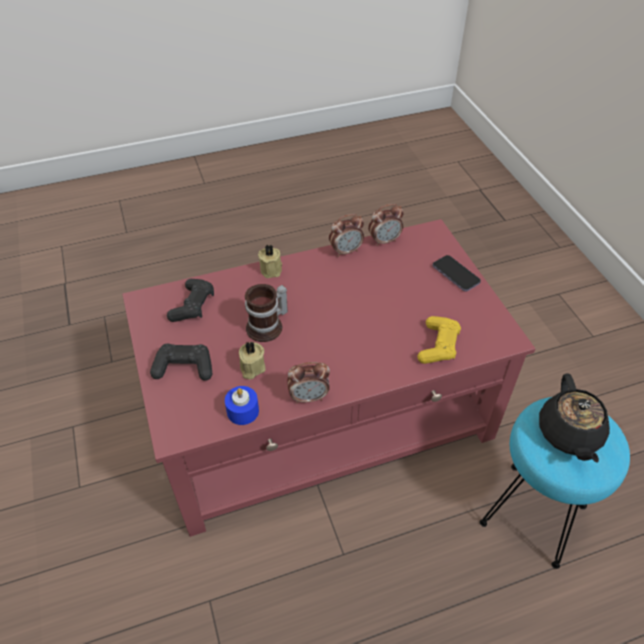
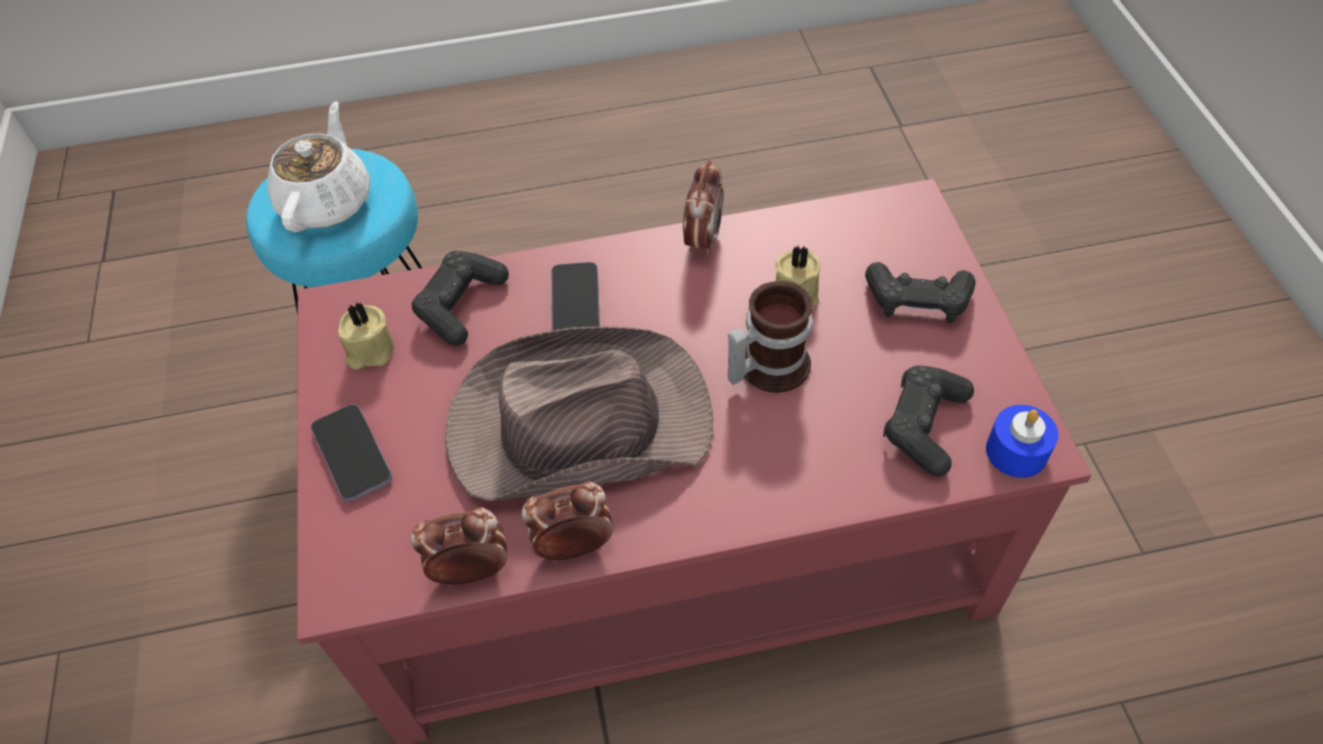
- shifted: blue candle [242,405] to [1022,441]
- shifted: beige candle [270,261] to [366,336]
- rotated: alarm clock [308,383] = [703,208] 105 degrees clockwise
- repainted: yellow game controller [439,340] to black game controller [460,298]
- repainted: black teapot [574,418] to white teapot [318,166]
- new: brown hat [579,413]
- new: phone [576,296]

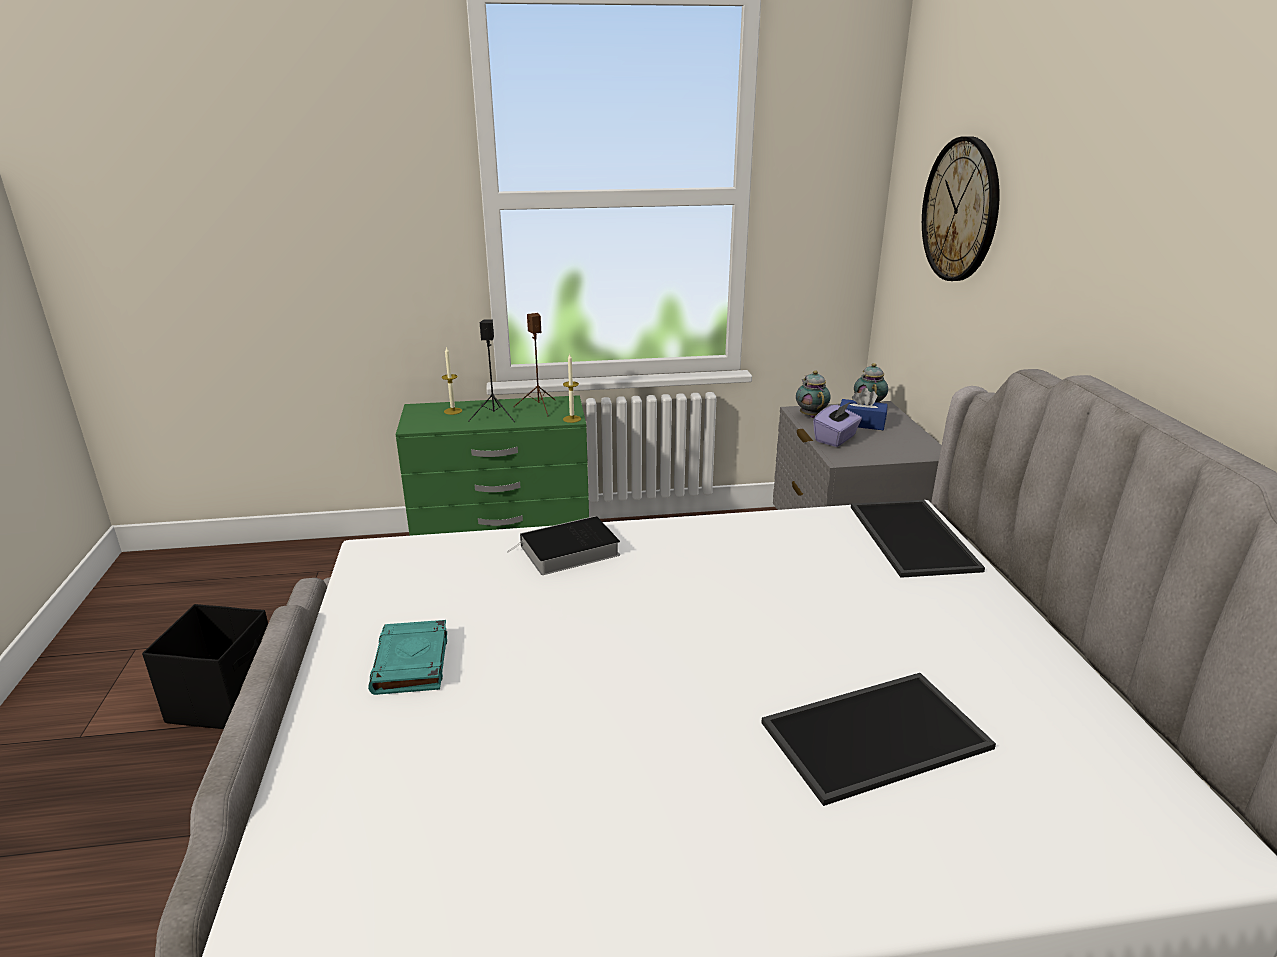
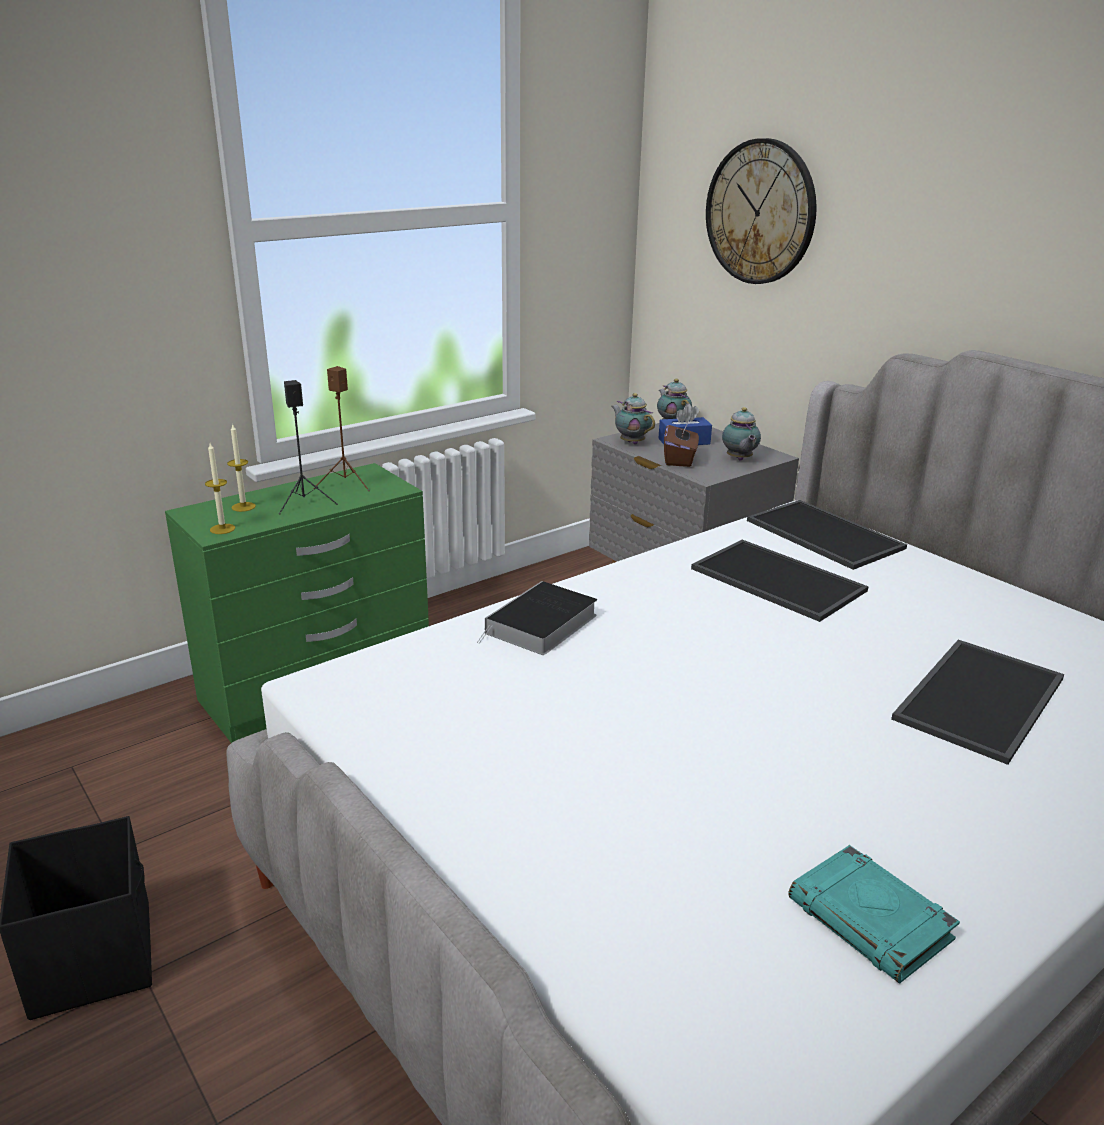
- shifted: turquoise book [407,657] to [874,914]
- shifted: candle [572,388] to [220,488]
- repainted: purple tissue box [837,424] to brown tissue box [681,443]
- new: tray [780,581]
- new: teapot [741,434]

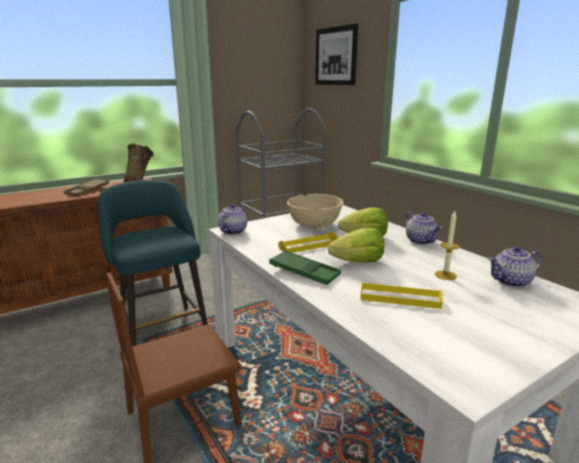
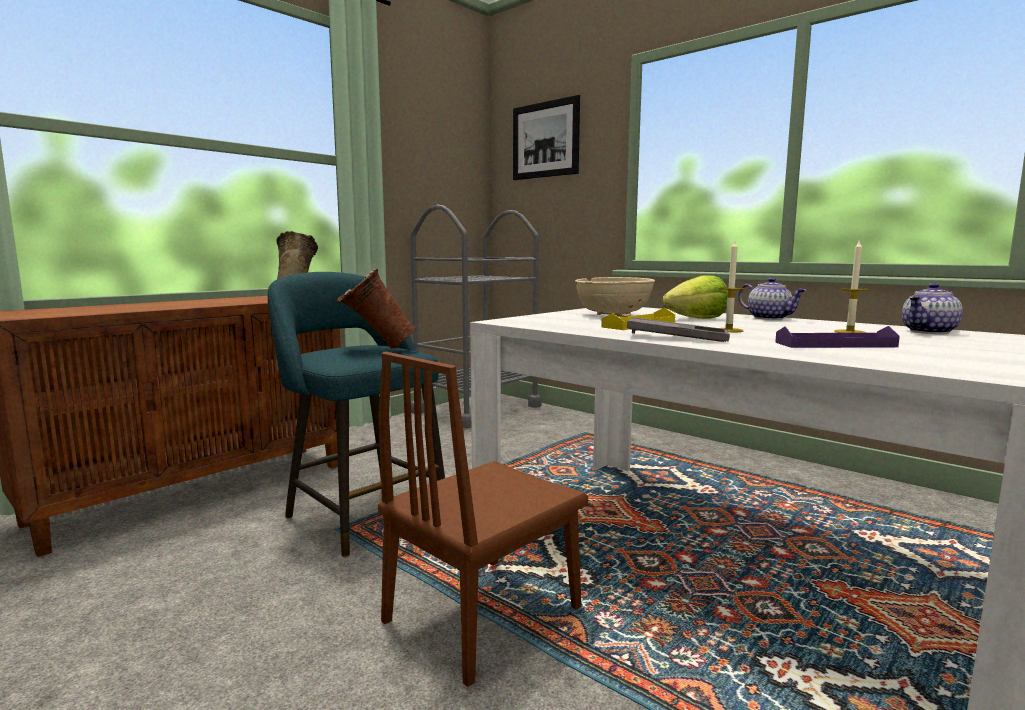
- gone: brown tray [86,187]
- gone: teapot [232,219]
- repainted: green tray [305,267] to grey tray [678,329]
- swapped: lettuce [356,245] to candle [731,286]
- repainted: yellow tray [401,295] to purple tray [837,337]
- new: brown vase [376,309]

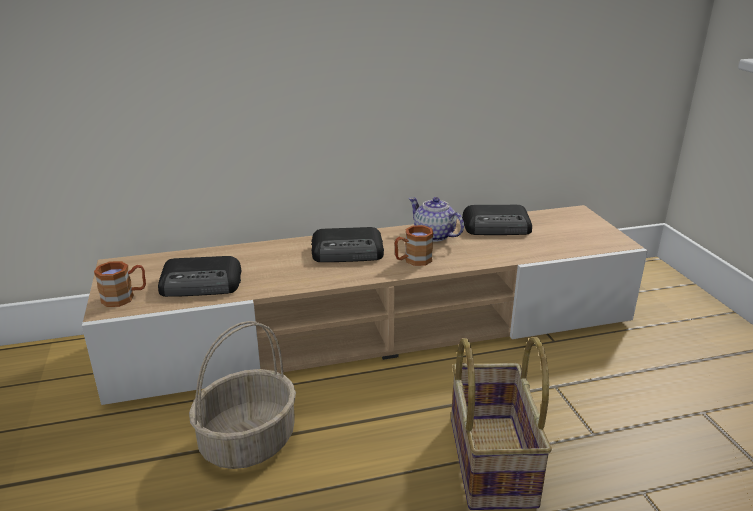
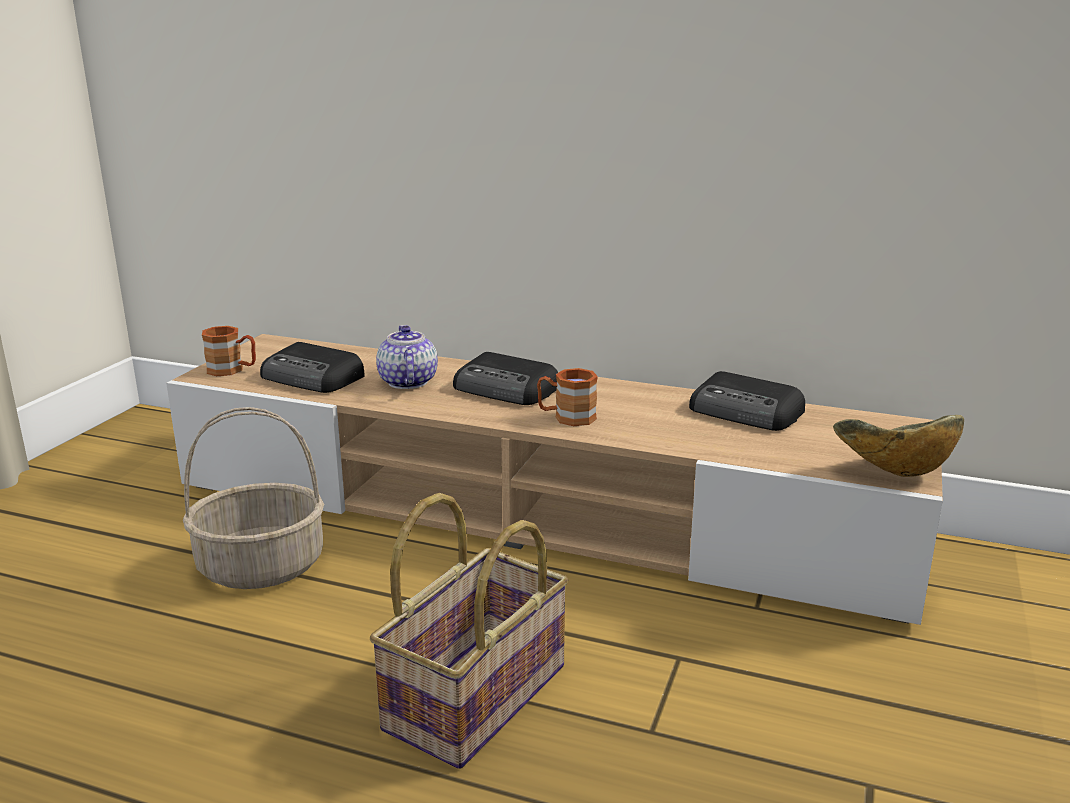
- shifted: teapot [436,219] to [407,357]
- new: bowl [898,446]

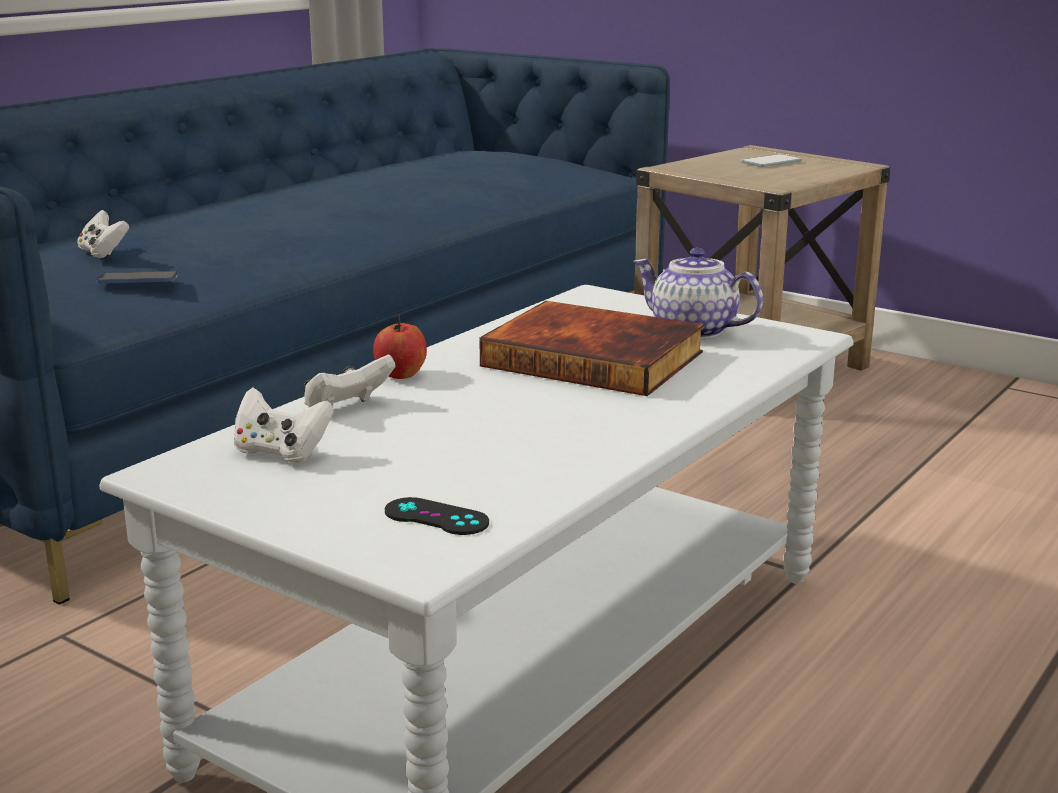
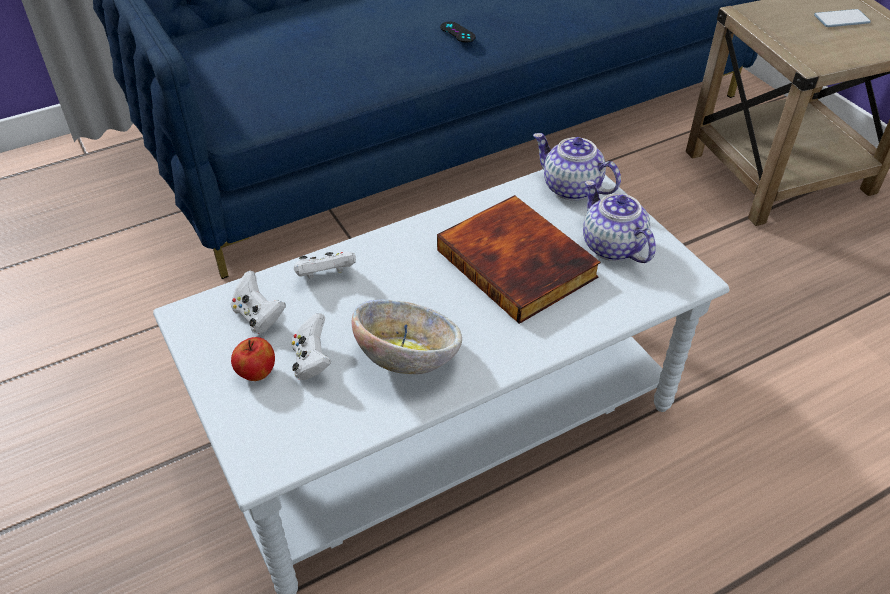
- shifted: white game controller [103,234] to [311,346]
- gone: phone [137,277]
- shifted: apple [400,347] to [253,359]
- shifted: black game controller [437,516] to [458,32]
- new: bowl [407,337]
- new: teapot [577,167]

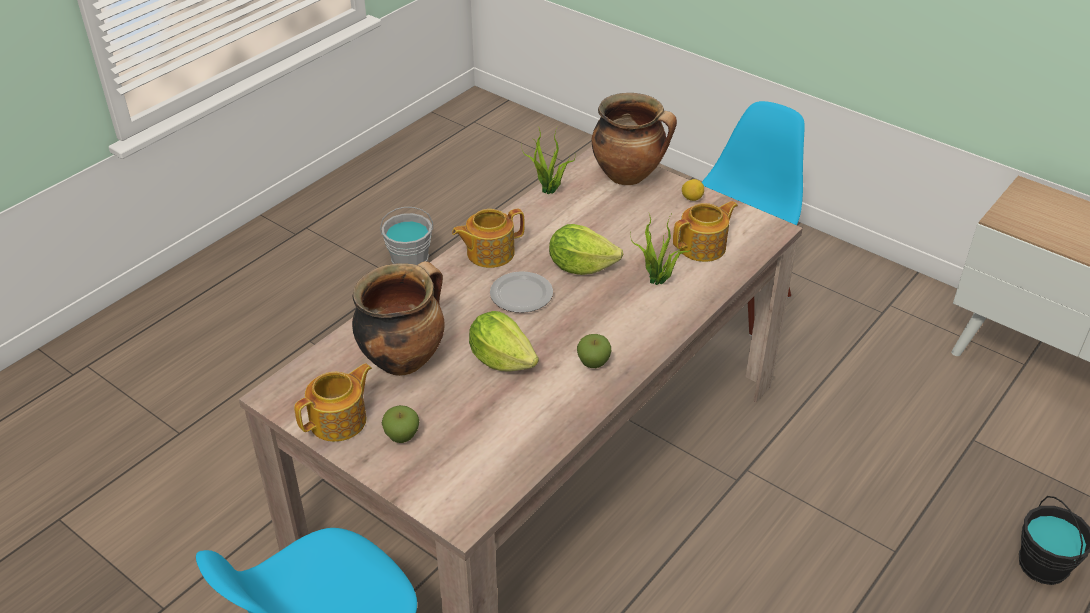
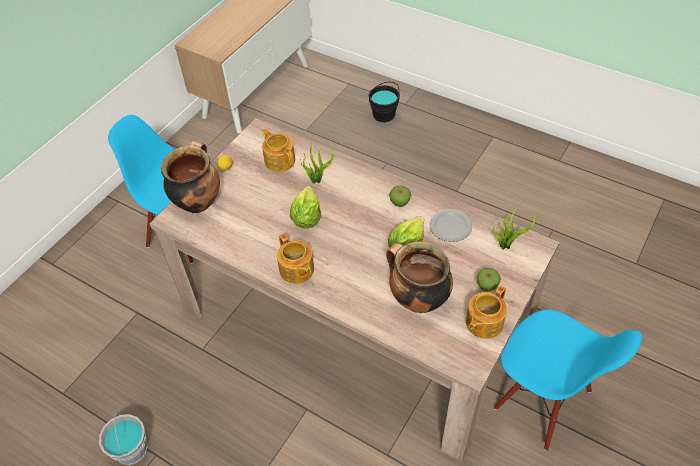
- rotated: teapot [333,402] = [486,312] 90 degrees counterclockwise
- shifted: plate [521,292] to [450,225]
- shifted: potted plant [548,160] to [518,227]

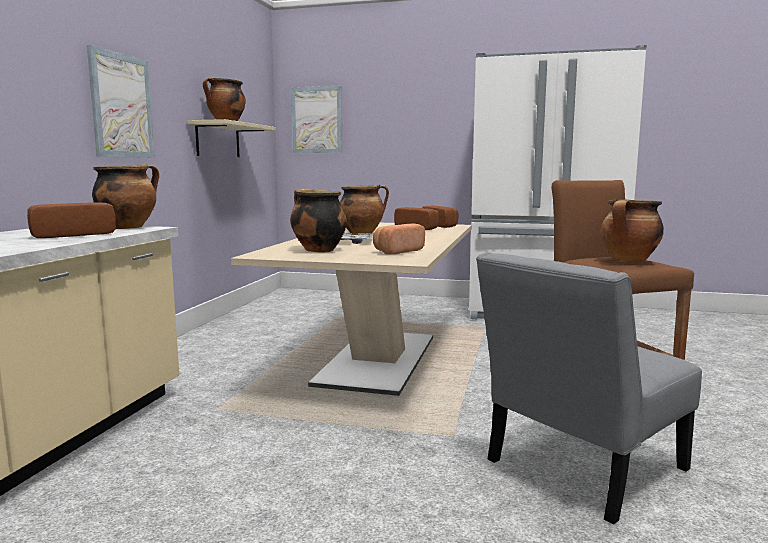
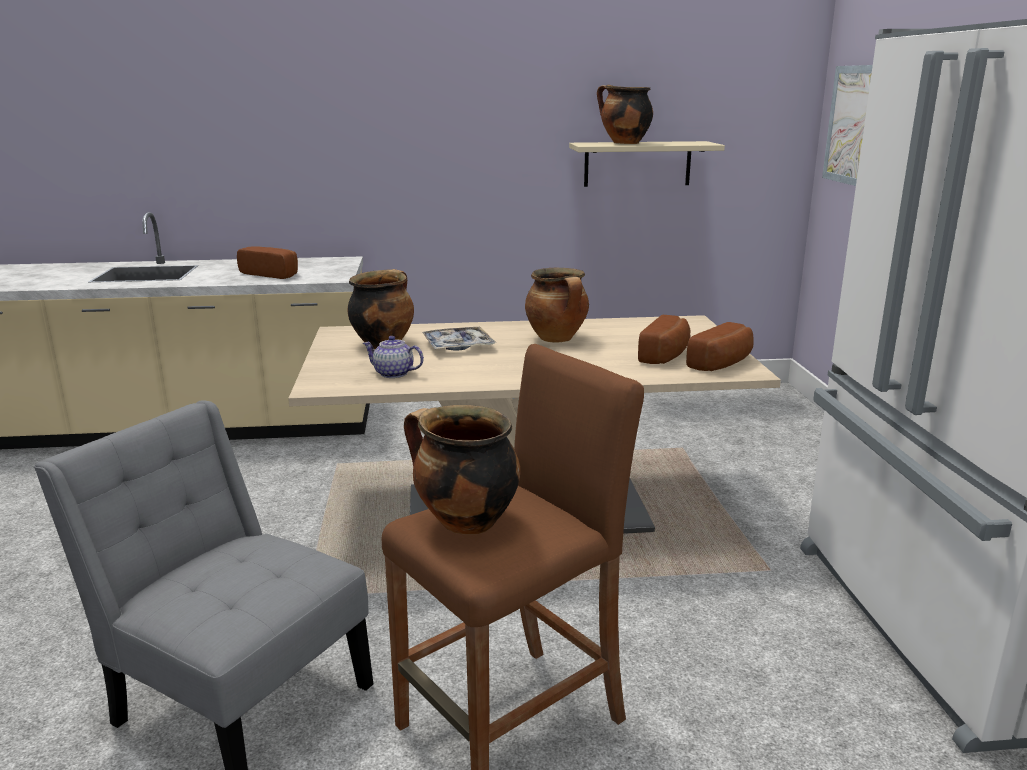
- gone: picture [121,101]
- gone: cooking pot [125,196]
- swapped: bread [399,239] to teapot [393,357]

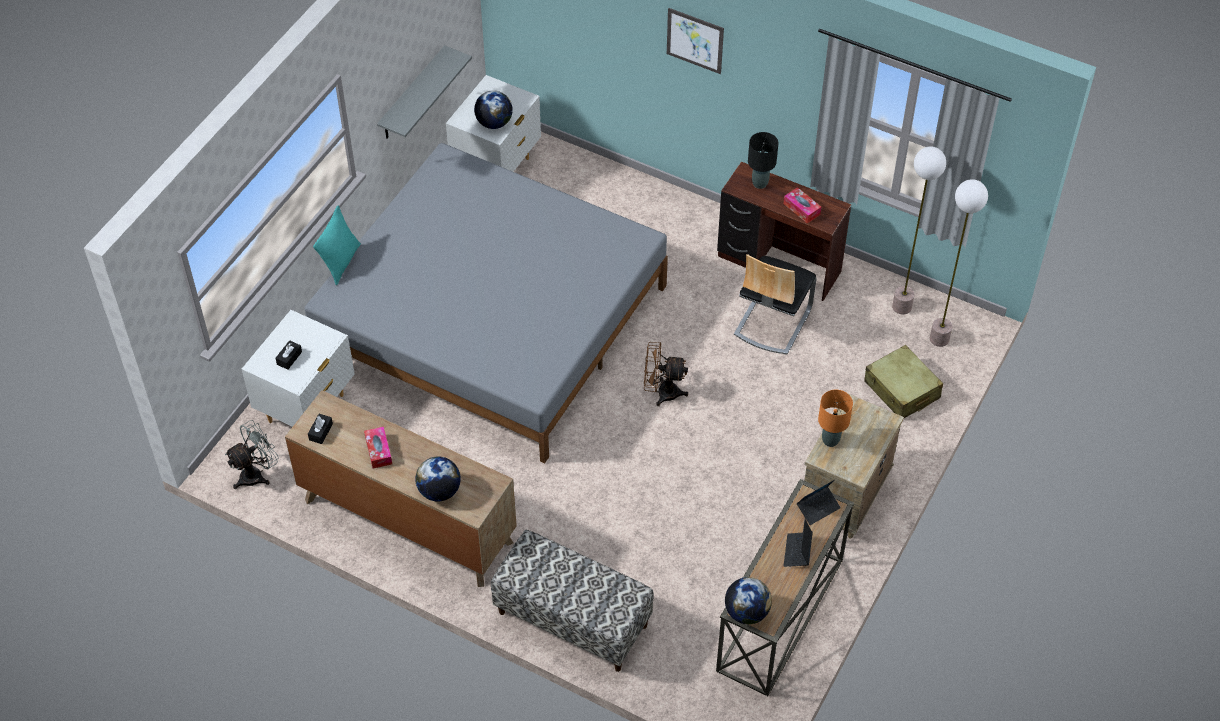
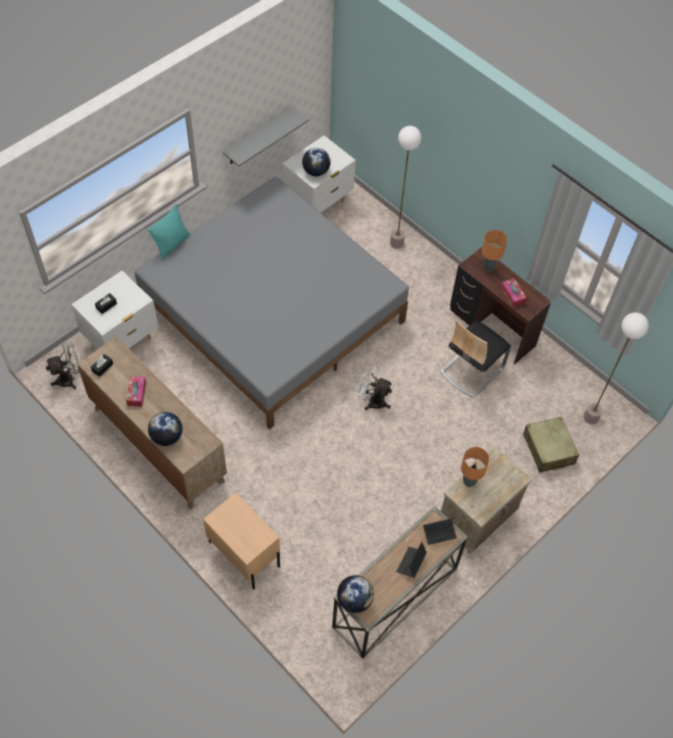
- swapped: bench [572,601] to beige nightstand [241,541]
- repainted: brown fan [666,374] to white fan [374,386]
- gone: picture [695,41]
- repainted: black table lamp [763,160] to orange table lamp [494,251]
- shifted: floor lamp [919,230] to [406,187]

